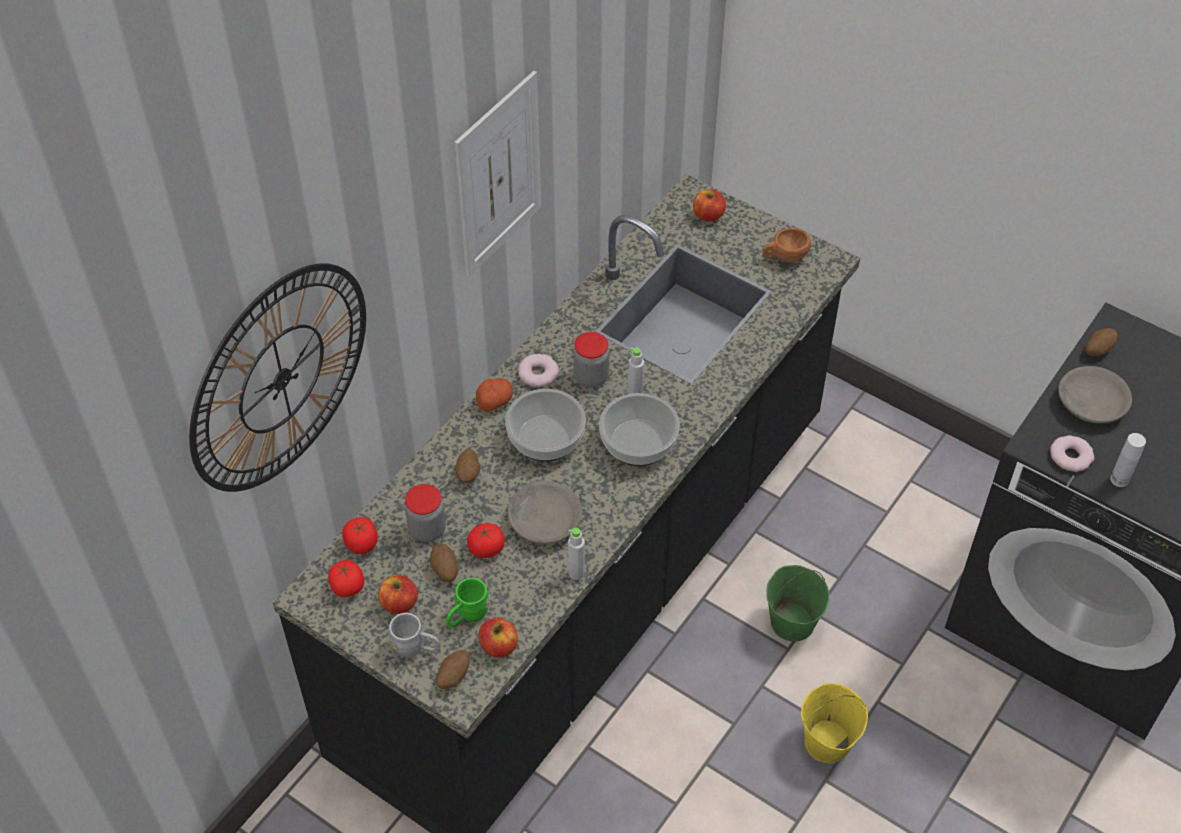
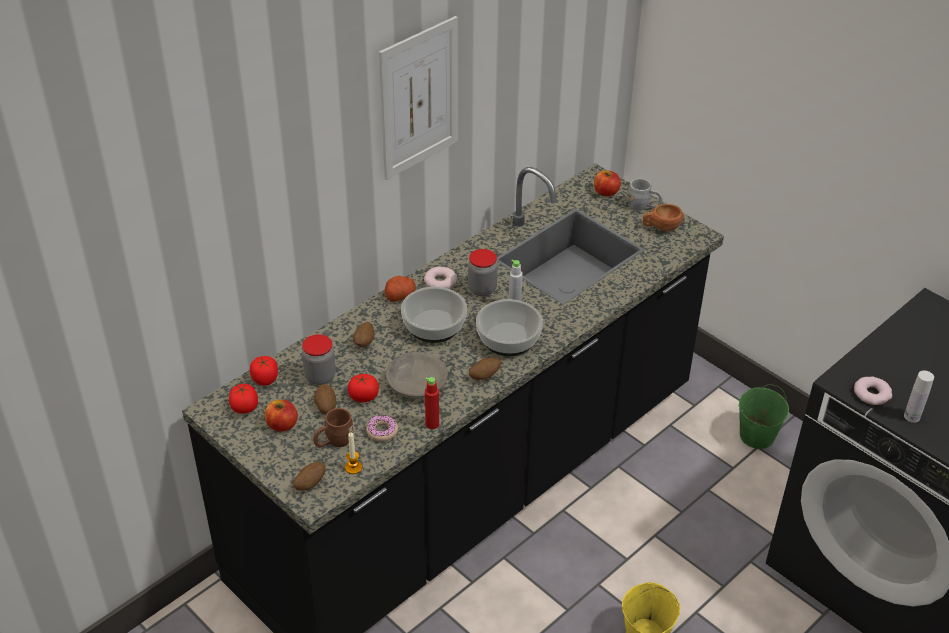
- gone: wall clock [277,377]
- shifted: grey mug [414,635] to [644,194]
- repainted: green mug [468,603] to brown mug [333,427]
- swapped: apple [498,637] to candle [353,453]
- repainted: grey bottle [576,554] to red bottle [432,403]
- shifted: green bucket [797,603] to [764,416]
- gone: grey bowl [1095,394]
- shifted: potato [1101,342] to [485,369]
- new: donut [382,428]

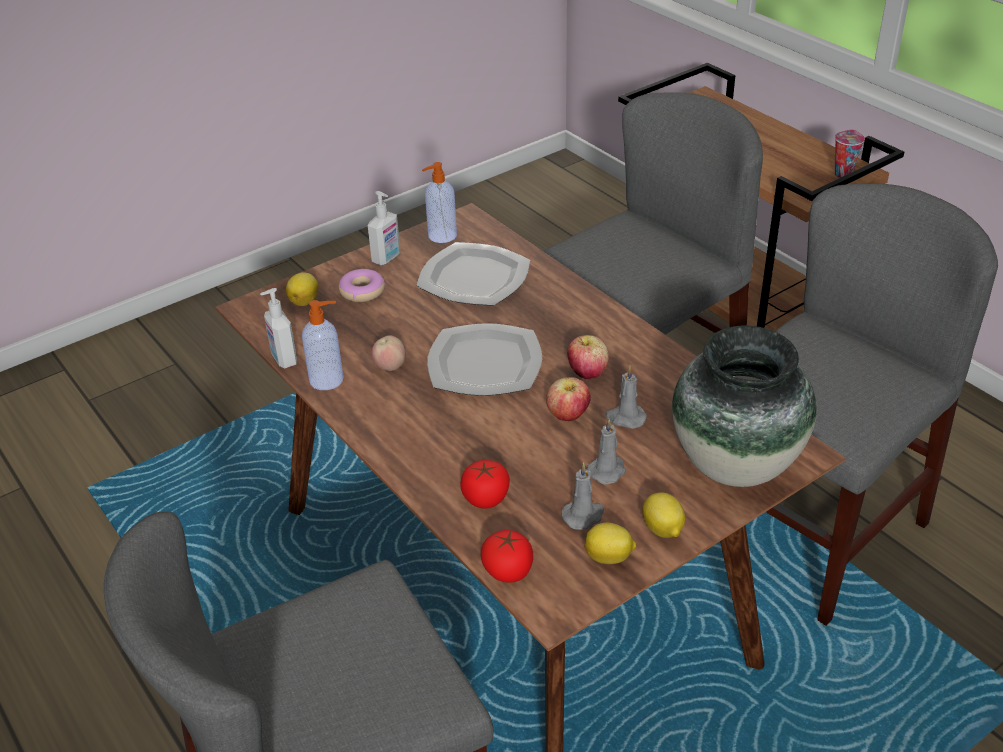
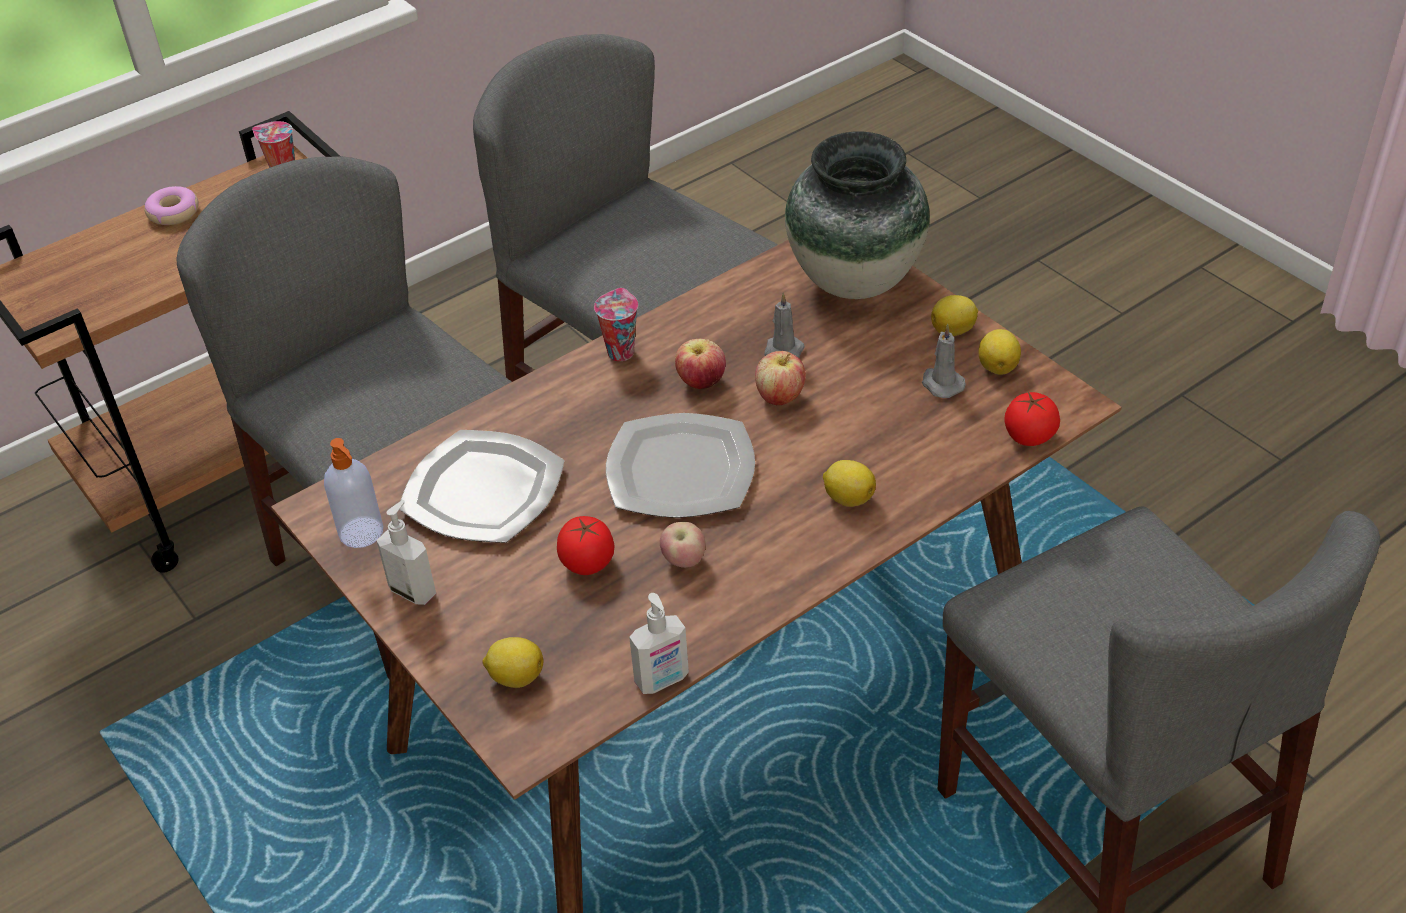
- gone: soap dispenser [323,345]
- shifted: donut [362,285] to [171,205]
- shifted: tomato [485,484] to [586,545]
- gone: grey candle [606,451]
- new: cup [616,324]
- new: lemon [849,483]

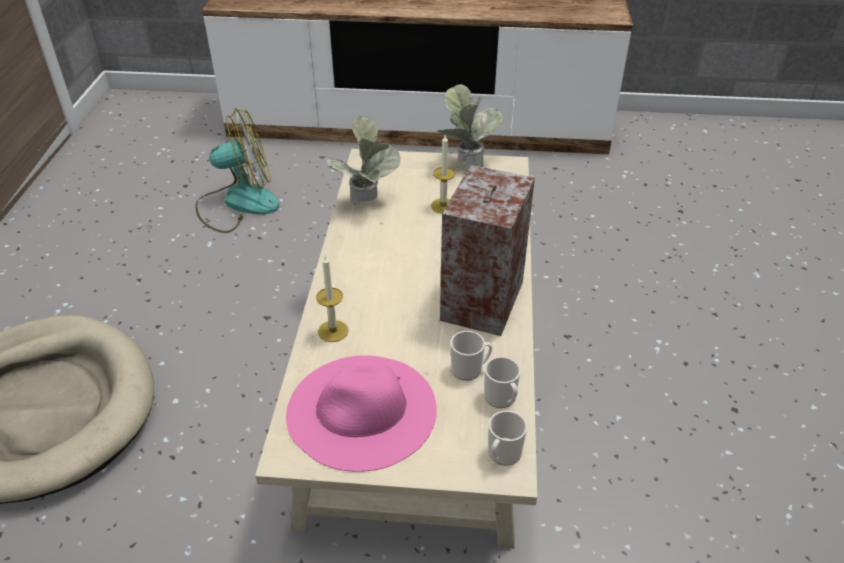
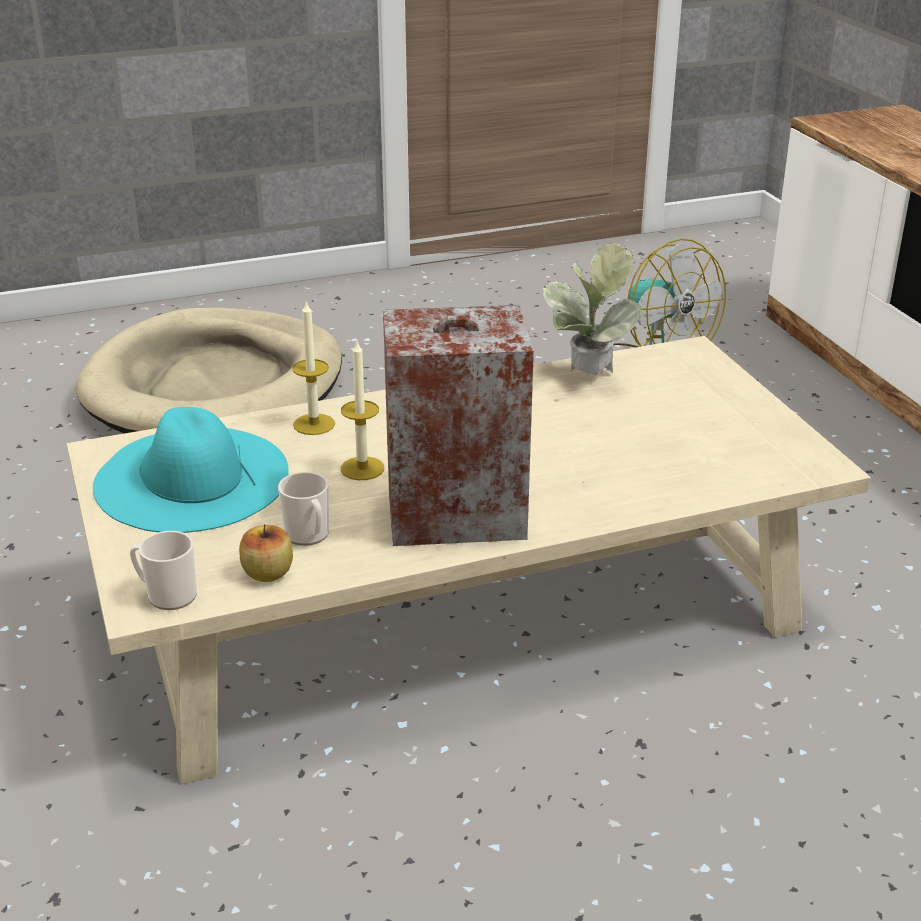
- repainted: pink hat [361,413] to turquoise hat [191,470]
- shifted: candle [443,174] to [362,410]
- gone: potted plant [470,128]
- swapped: mug [502,382] to apple [266,553]

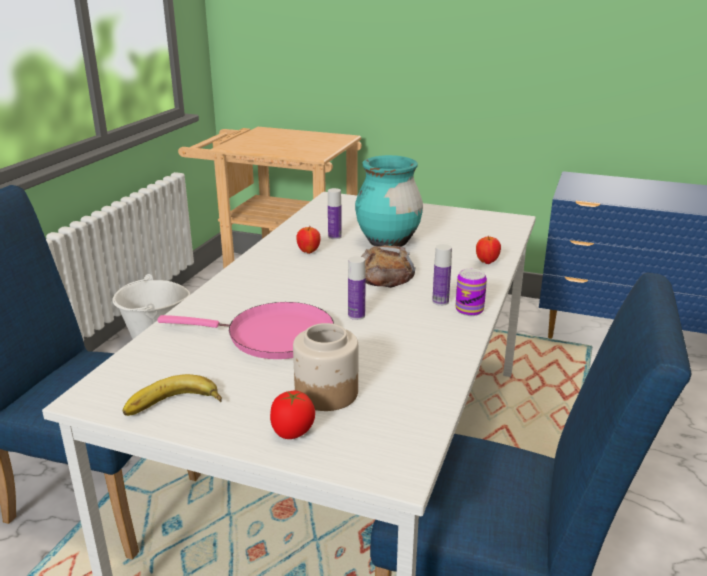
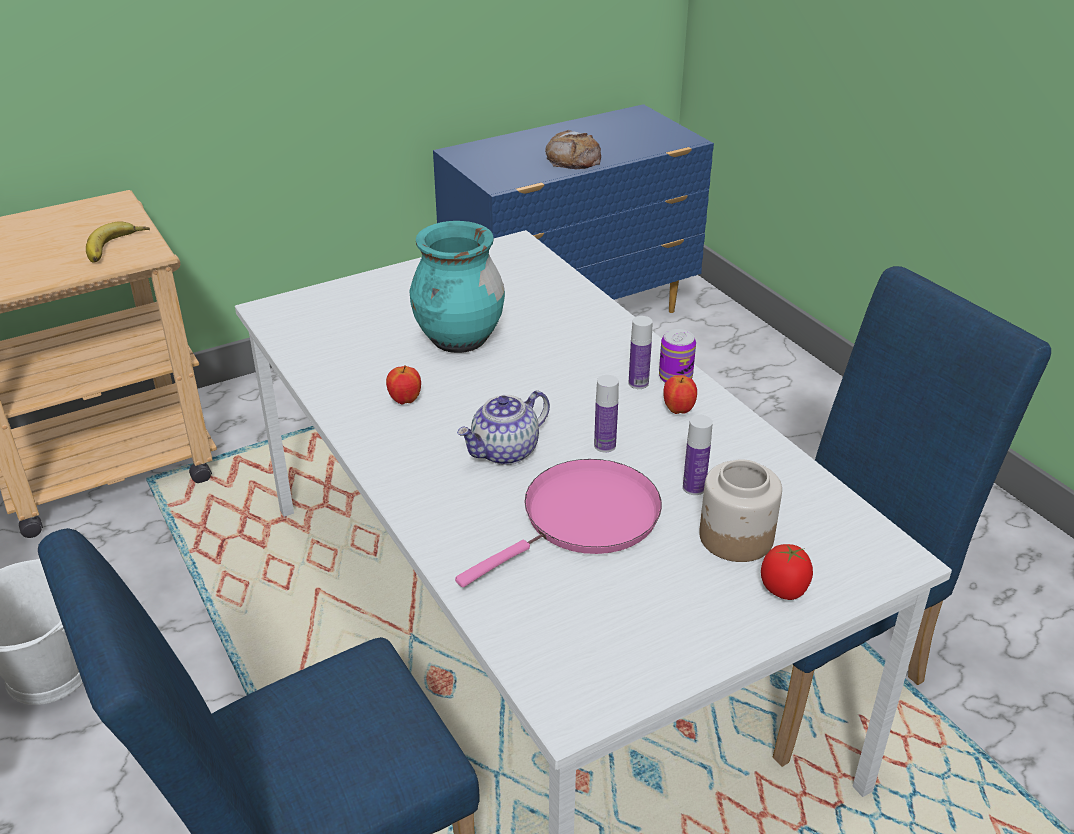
- shifted: banana [172,395] to [118,242]
- shifted: bottle [335,213] to [698,455]
- shifted: bread [388,266] to [573,149]
- shifted: apple [488,250] to [680,394]
- new: teapot [503,428]

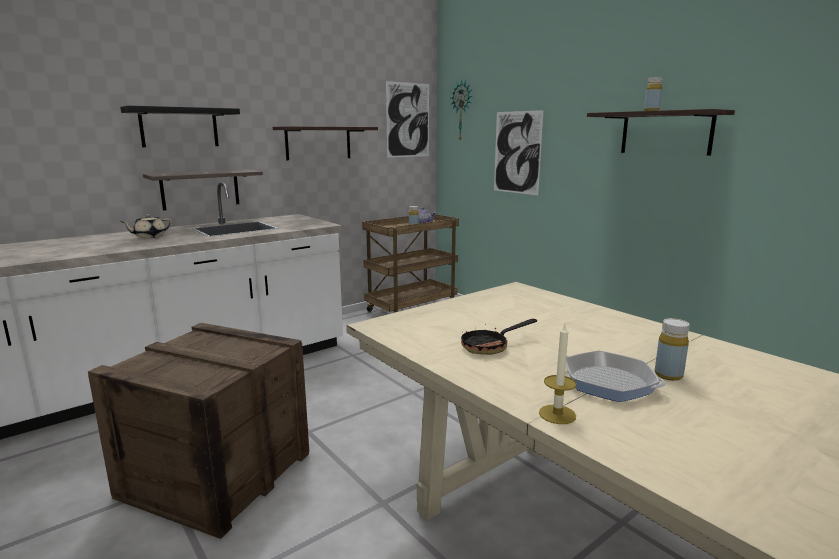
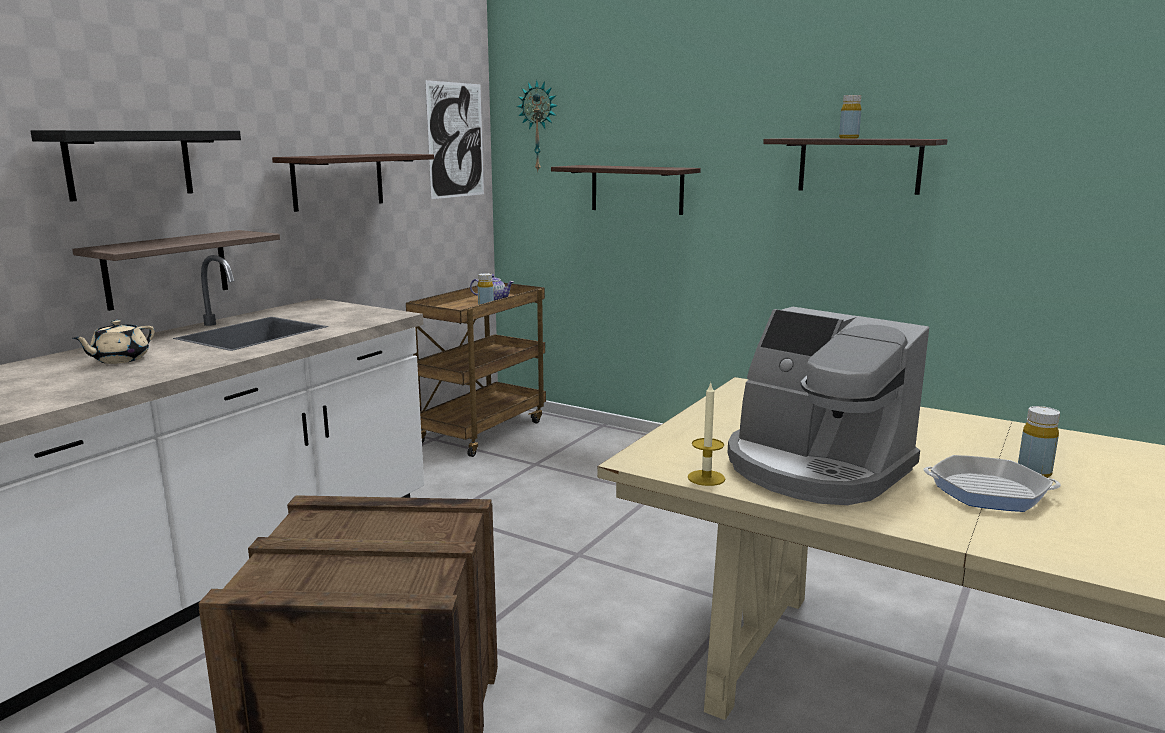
- swapped: frying pan [499,337] to coffee machine [828,406]
- swapped: picture [519,152] to shelf [626,190]
- shifted: candle [557,374] to [706,434]

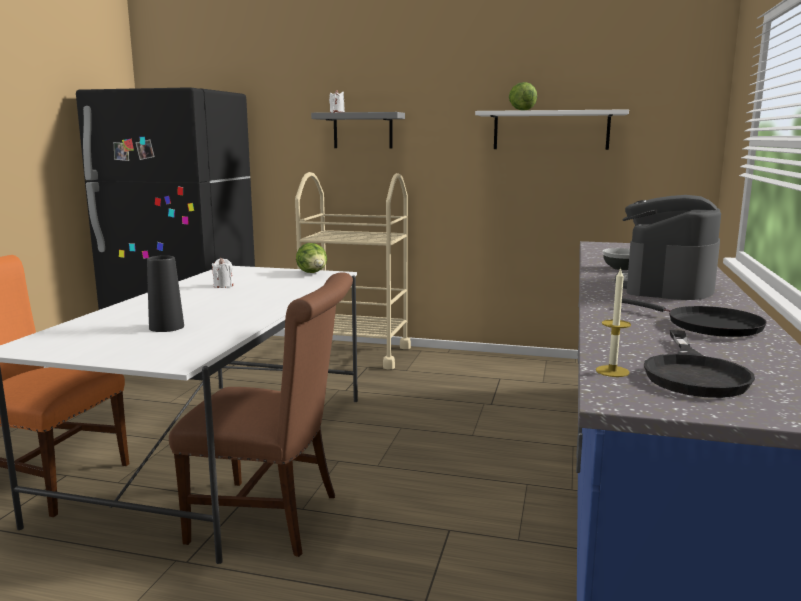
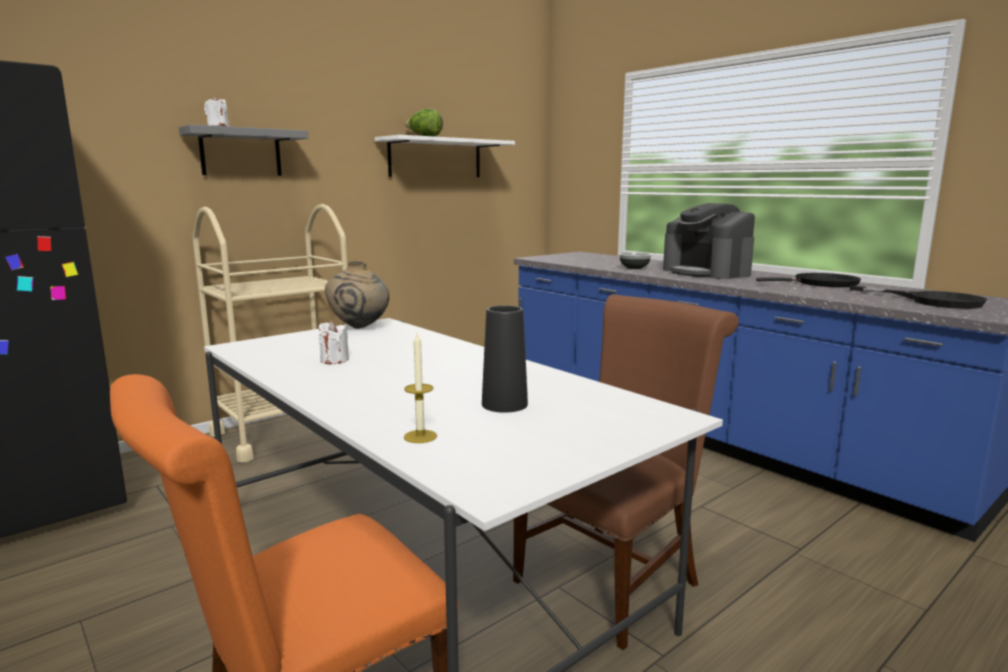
- swapped: lettuce [311,258] to beige vase [357,295]
- shifted: candle [613,322] to [420,388]

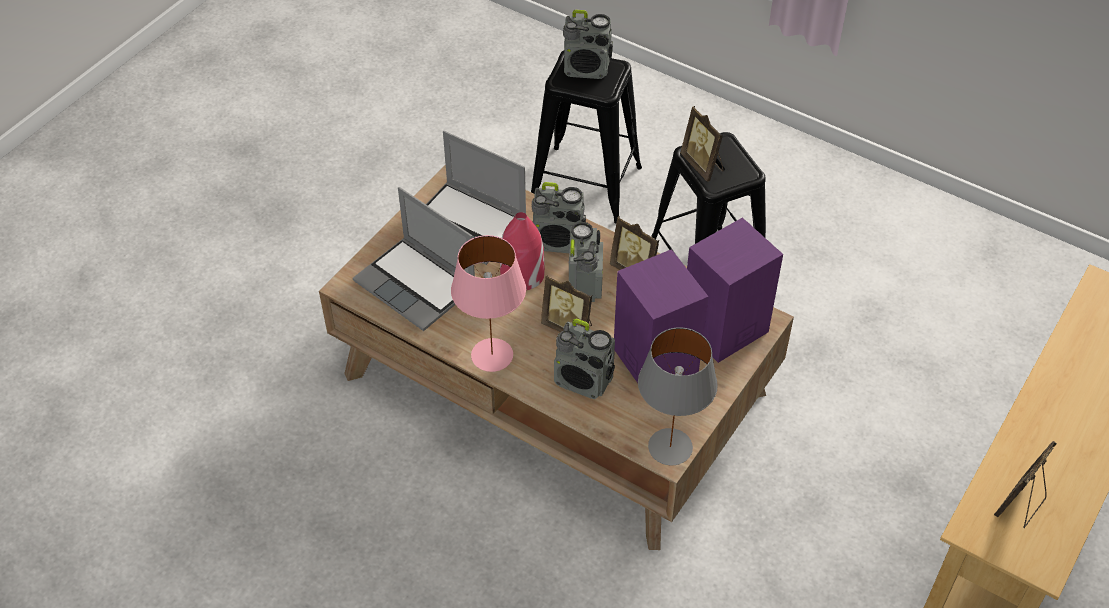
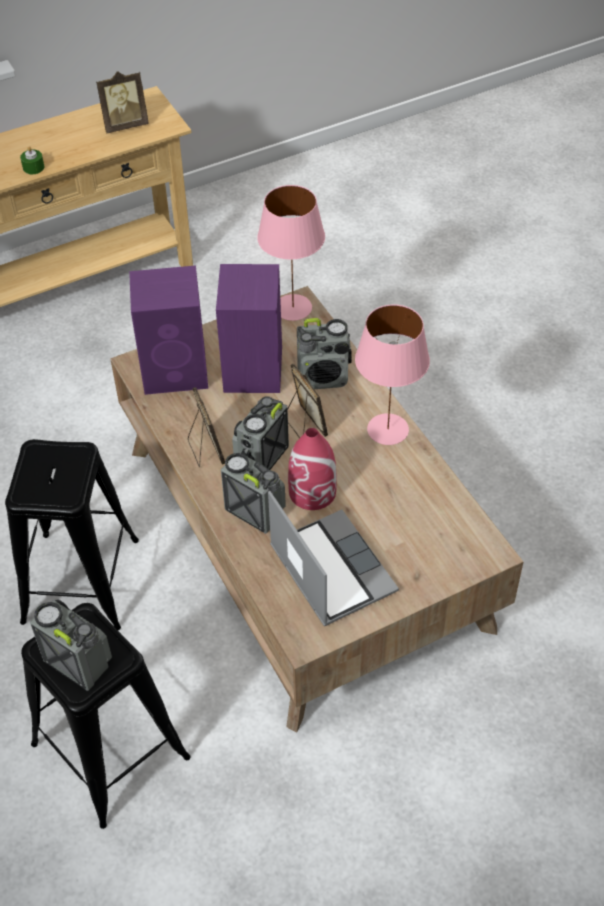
- gone: laptop [414,259]
- rotated: radio [584,359] = [324,353] 120 degrees clockwise
- repainted: grey table lamp [678,396] to pink table lamp [291,253]
- gone: picture frame [702,144]
- new: green candle [32,160]

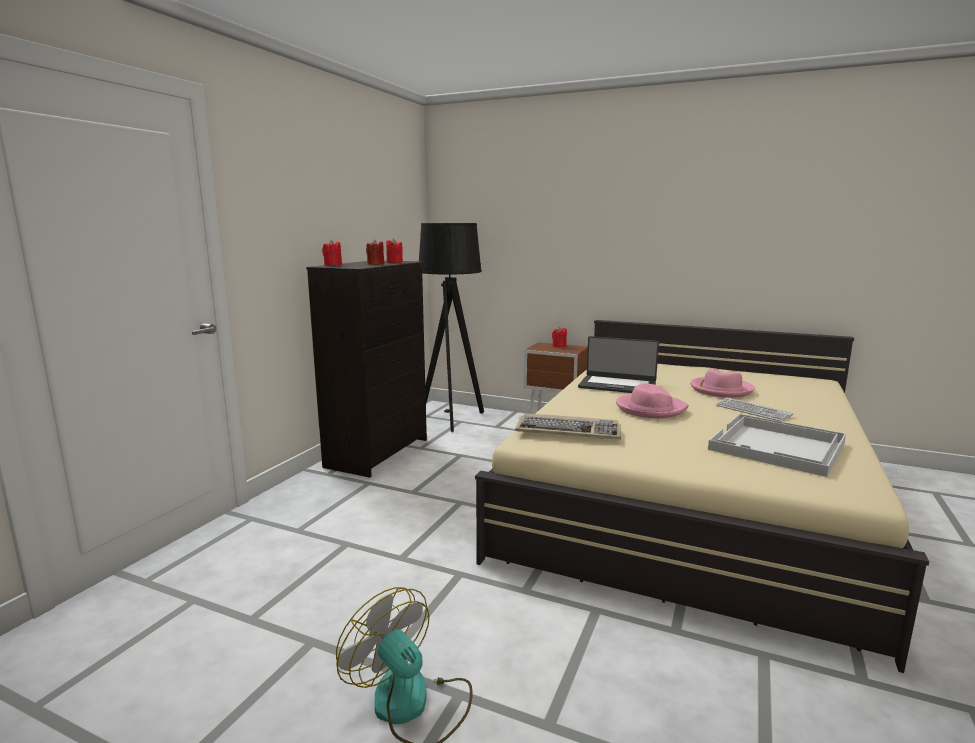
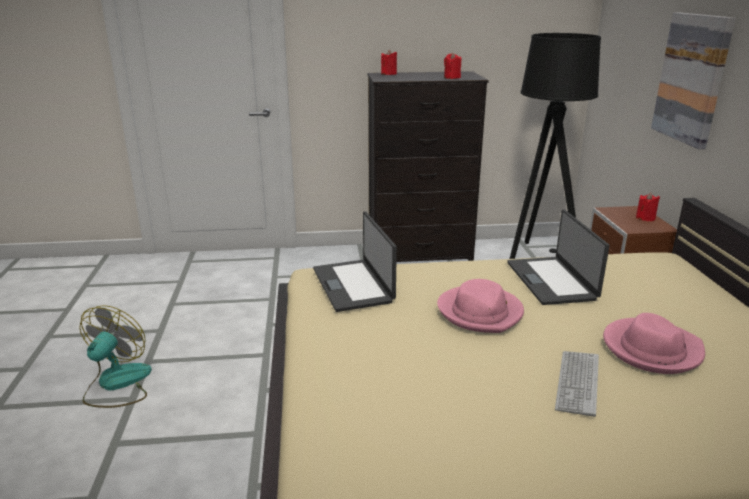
- gone: red candle [375,252]
- swapped: keyboard [568,426] to laptop [355,262]
- gone: white tray [777,445]
- new: picture [693,80]

